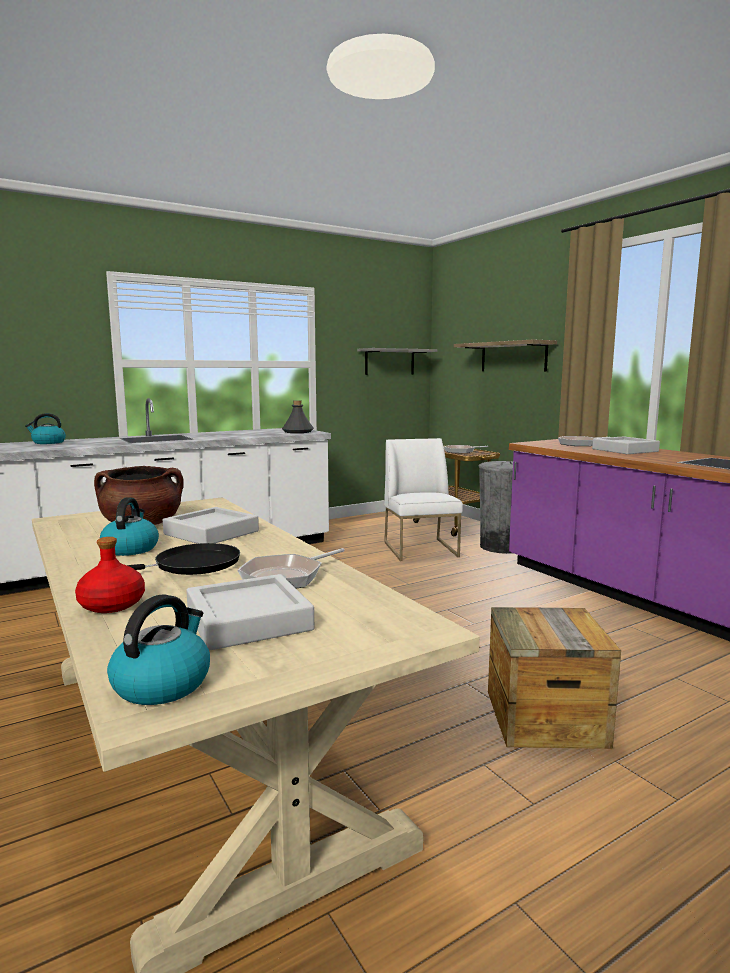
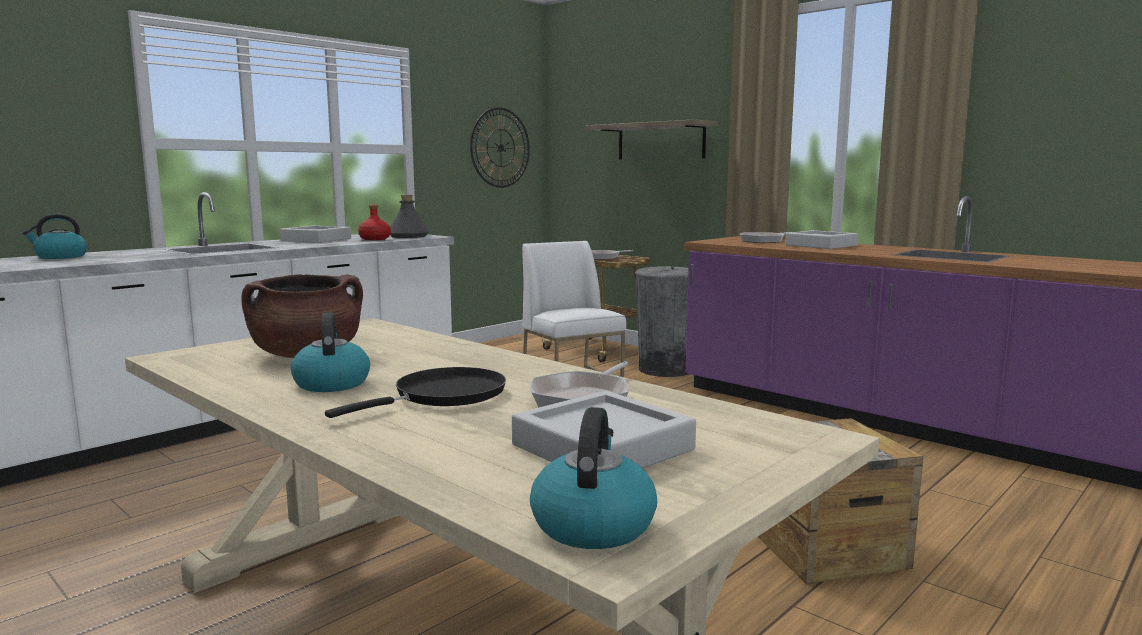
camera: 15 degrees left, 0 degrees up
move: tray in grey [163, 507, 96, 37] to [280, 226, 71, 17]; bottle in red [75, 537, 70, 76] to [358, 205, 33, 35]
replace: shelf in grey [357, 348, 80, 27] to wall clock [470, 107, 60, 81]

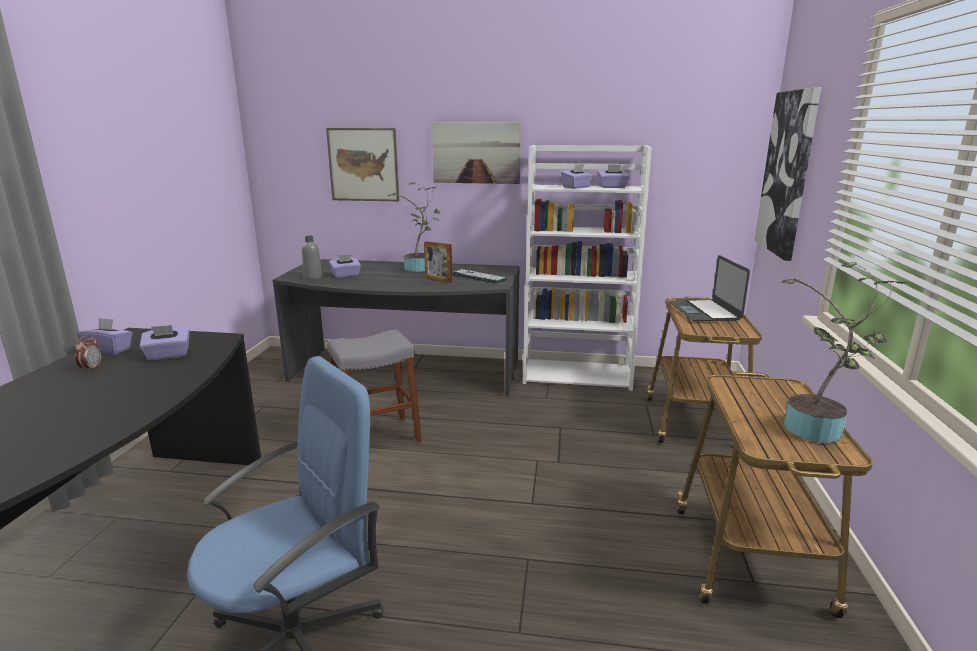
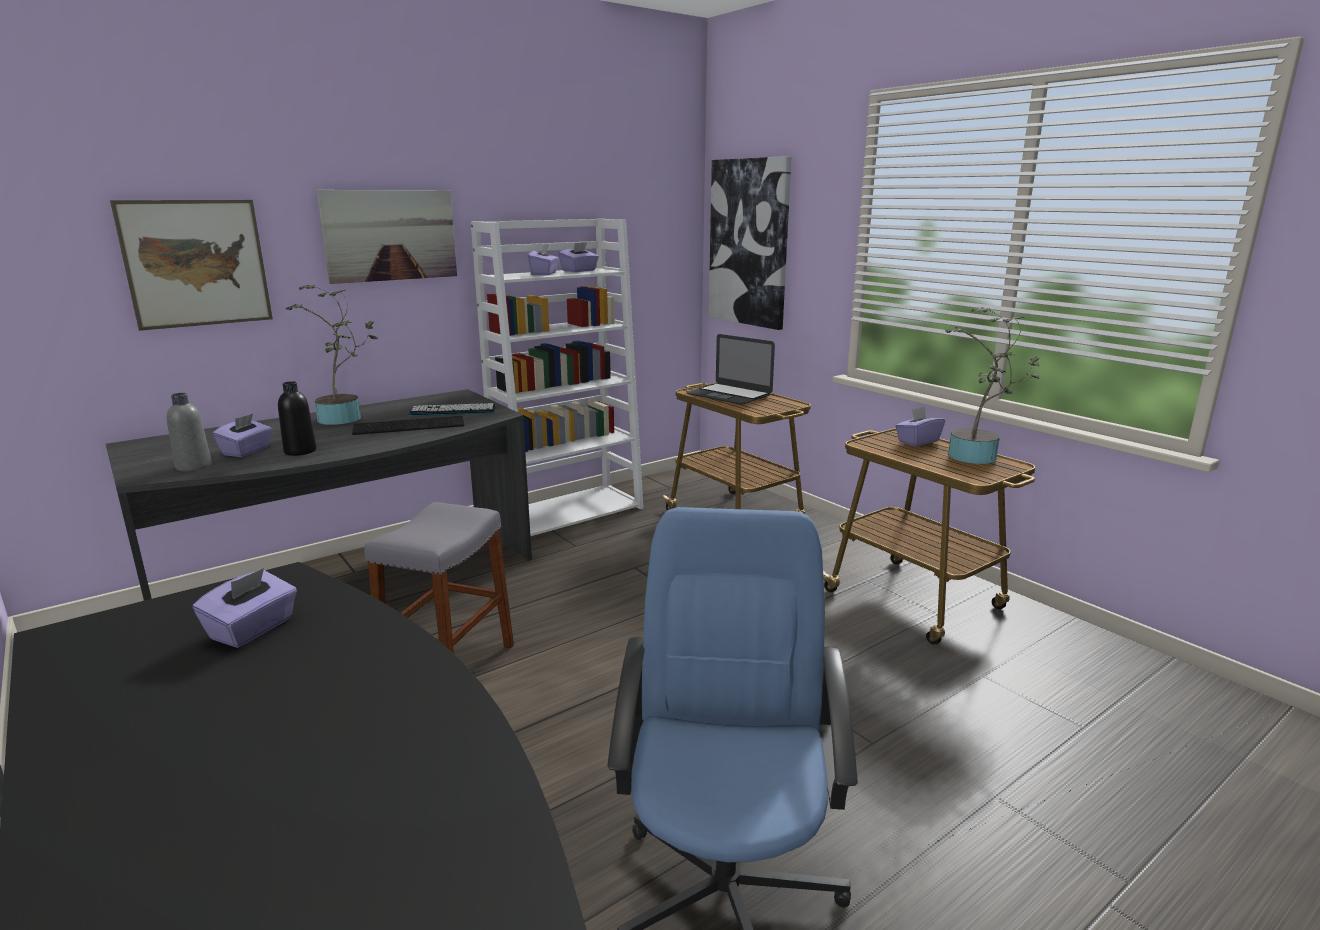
camera: 45 degrees left, 0 degrees up
delete: alarm clock [75, 335, 26, 37]
insert: bottle in black [278, 381, 38, 75]
move: tissue box in purple [77, 318, 56, 37] to [895, 407, 50, 40]
replace: picture frame [424, 242, 28, 41] to keyboard [352, 416, 112, 19]

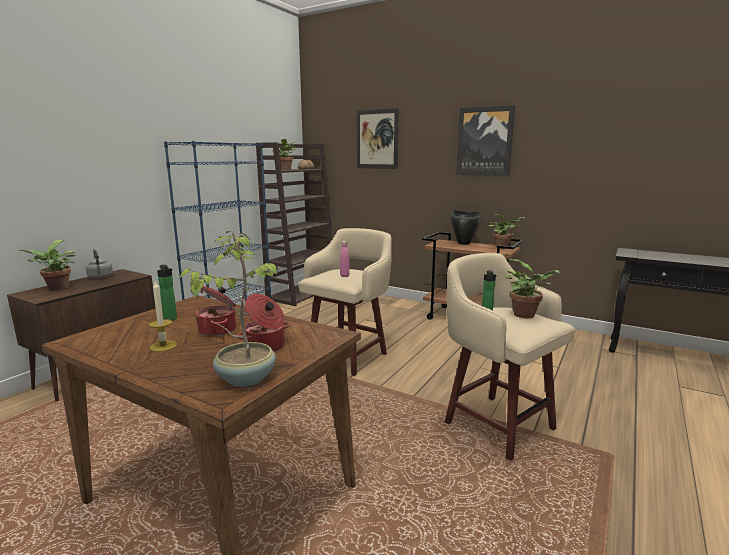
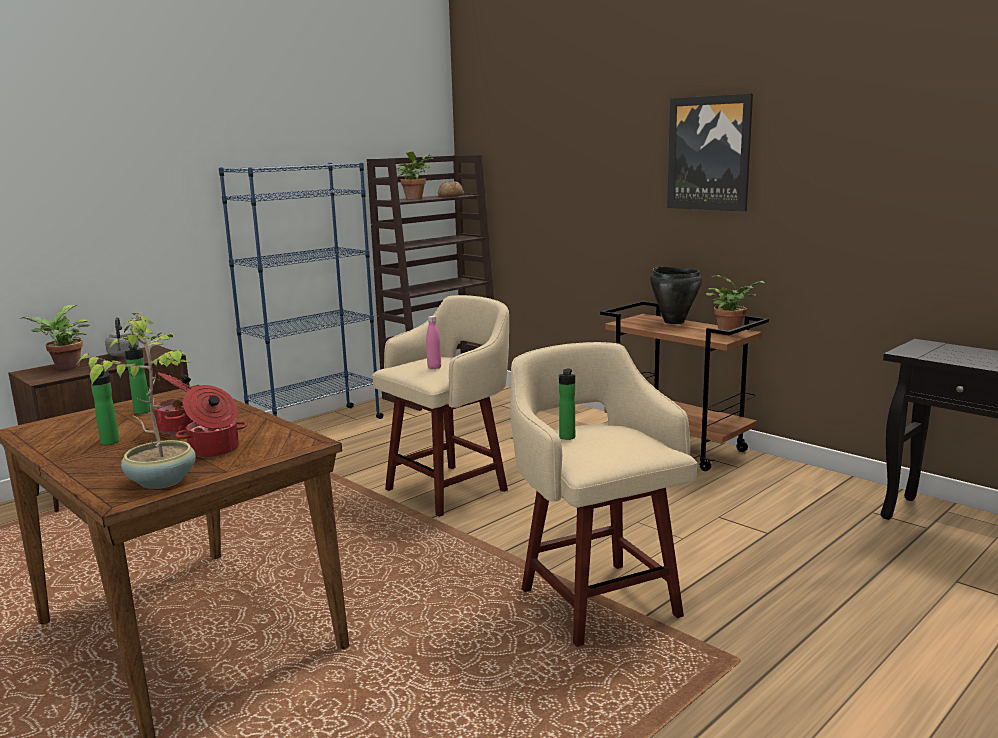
camera: 15 degrees right, 0 degrees up
delete: picture [357, 108, 42, 61]; potted plant [505, 259, 55, 59]
replace: candle [149, 282, 28, 70] to bottle [89, 370, 30, 75]

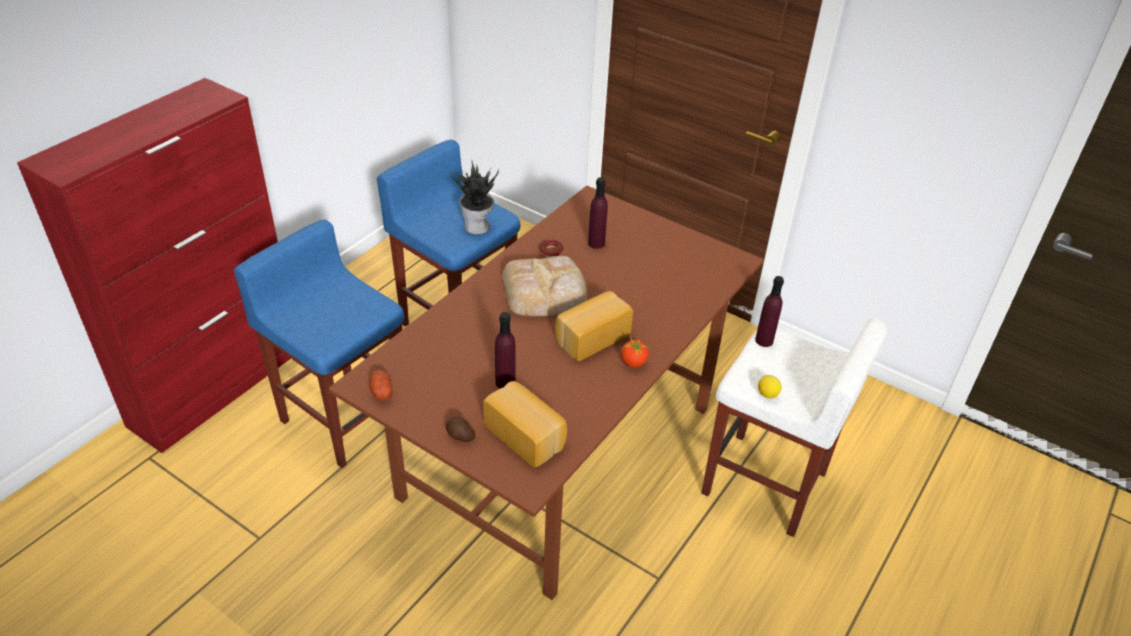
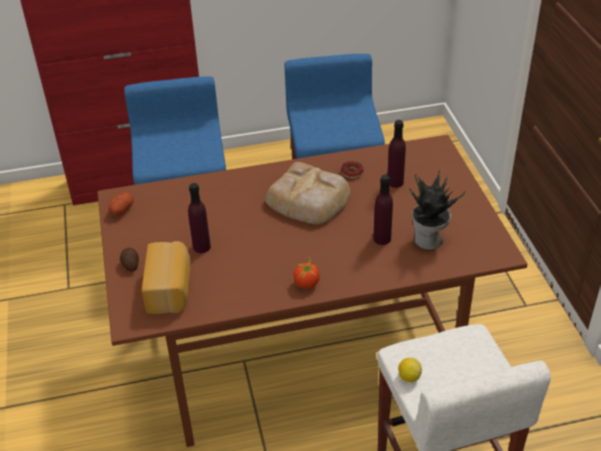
camera: 45 degrees right, 0 degrees up
delete: bread [555, 291, 78, 70]
move: potted plant [450, 159, 49, 75] to [409, 169, 56, 81]; bottle in purple [755, 276, 29, 71] to [373, 175, 20, 70]

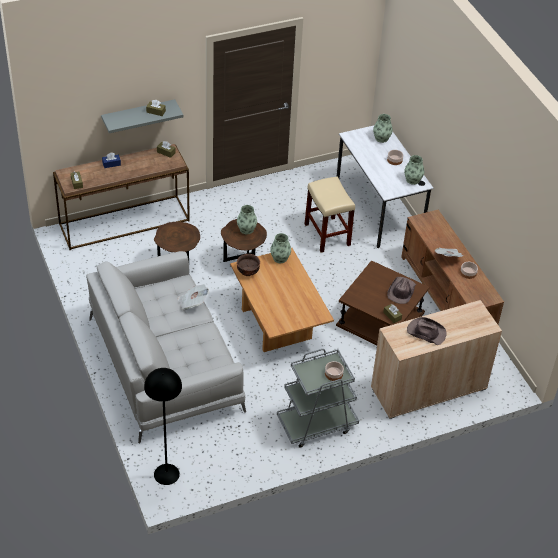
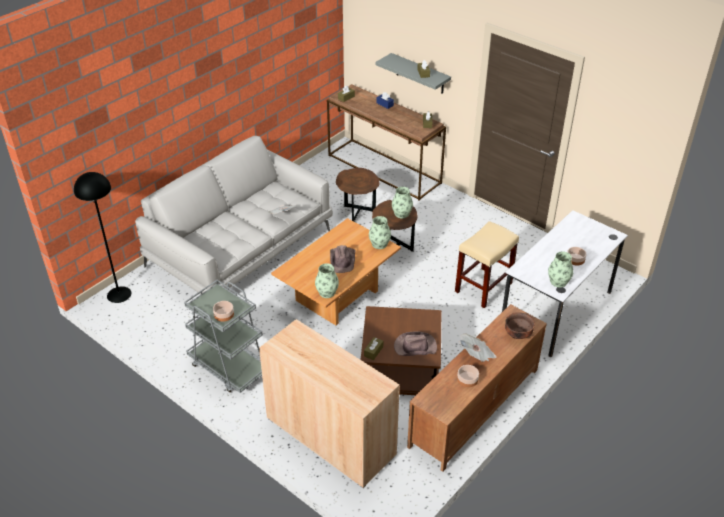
camera: 65 degrees right, 5 degrees down
move: vase [373, 114, 20, 29] to [315, 263, 24, 35]; bowl in brown [237, 254, 23, 22] to [505, 312, 30, 27]; hat in brown [407, 317, 40, 28] to [330, 245, 26, 28]

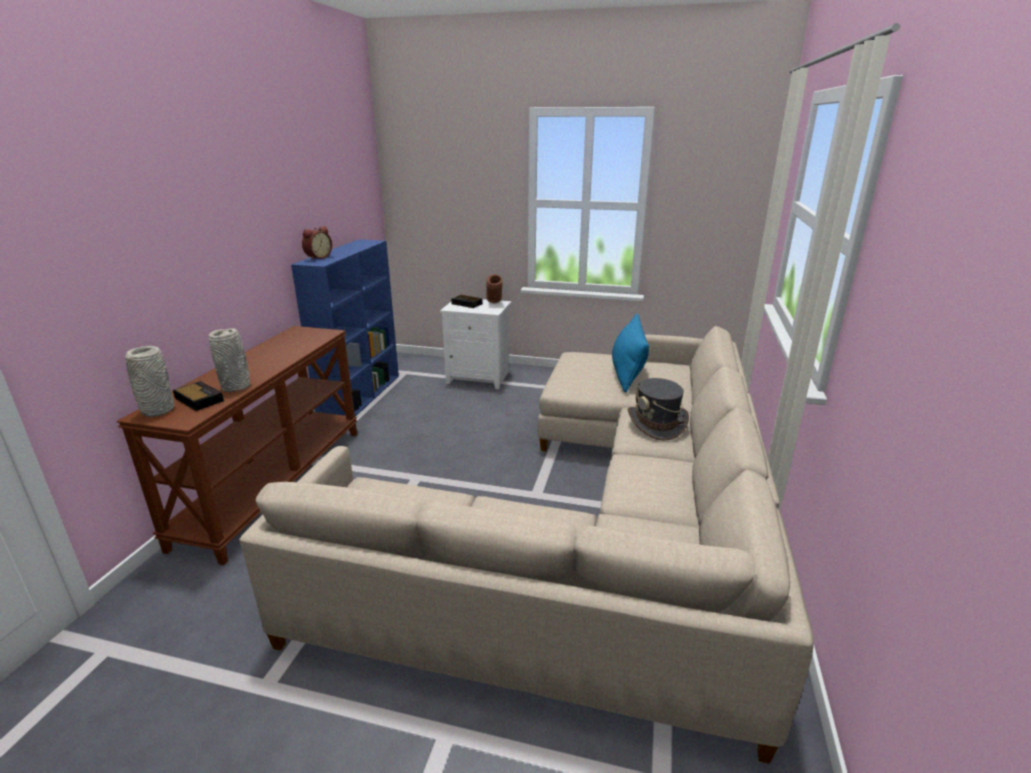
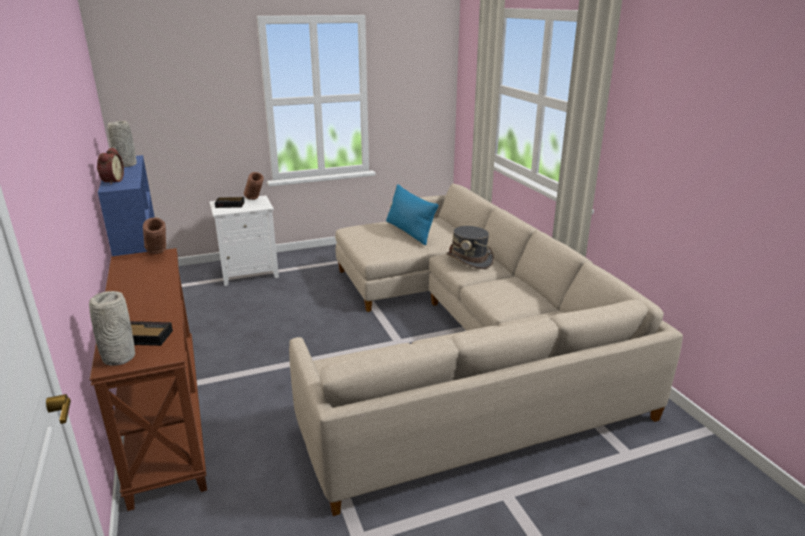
camera: 35 degrees left, 0 degrees up
insert: vase in brown [143, 217, 23, 37]
move: vase in grey [208, 328, 42, 64] to [108, 121, 29, 46]

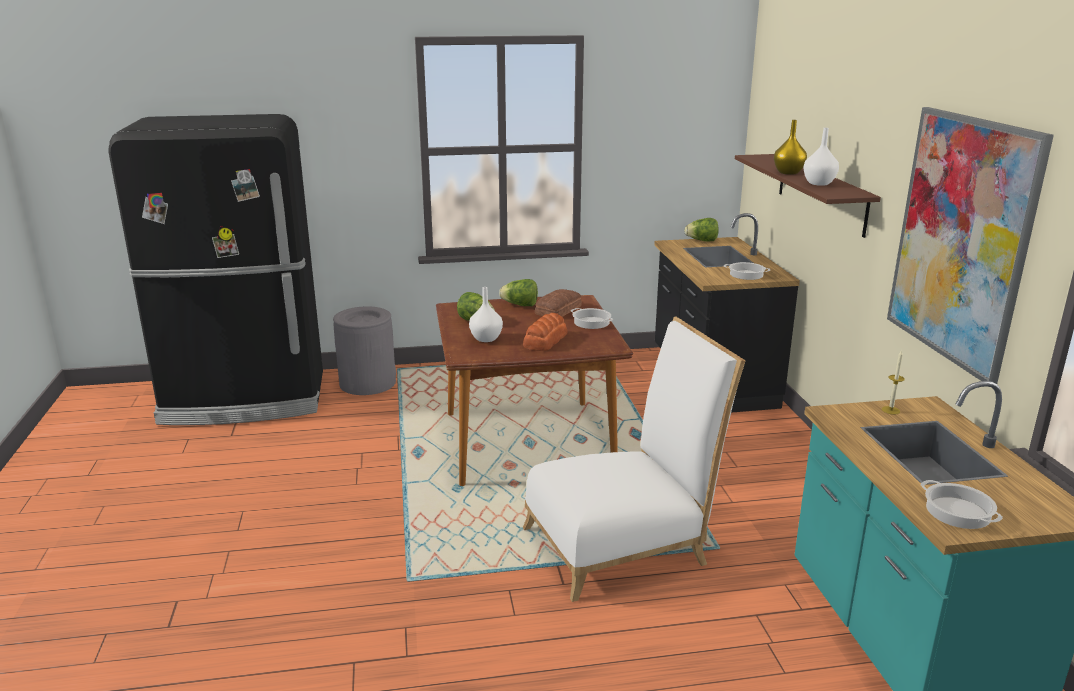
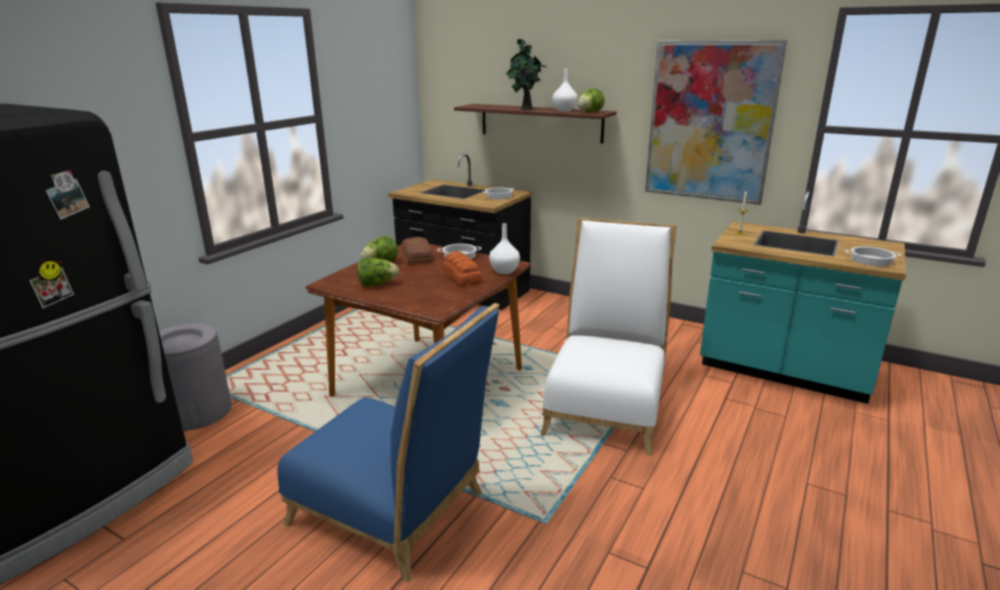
camera: 50 degrees left, 0 degrees up
insert: chair in blue [277, 303, 223, 280]
move: lettuce [685, 218, 34, 24] to [577, 89, 28, 23]; vase in white [469, 287, 34, 55] to [489, 223, 31, 51]
replace: vase in yellow [774, 120, 33, 55] to potted plant [506, 39, 40, 71]

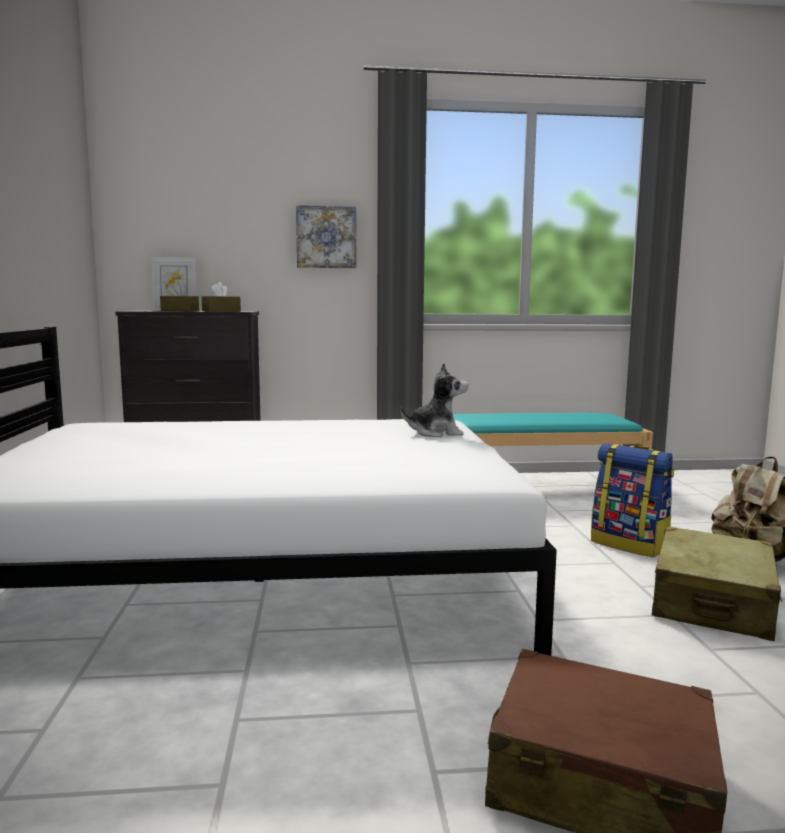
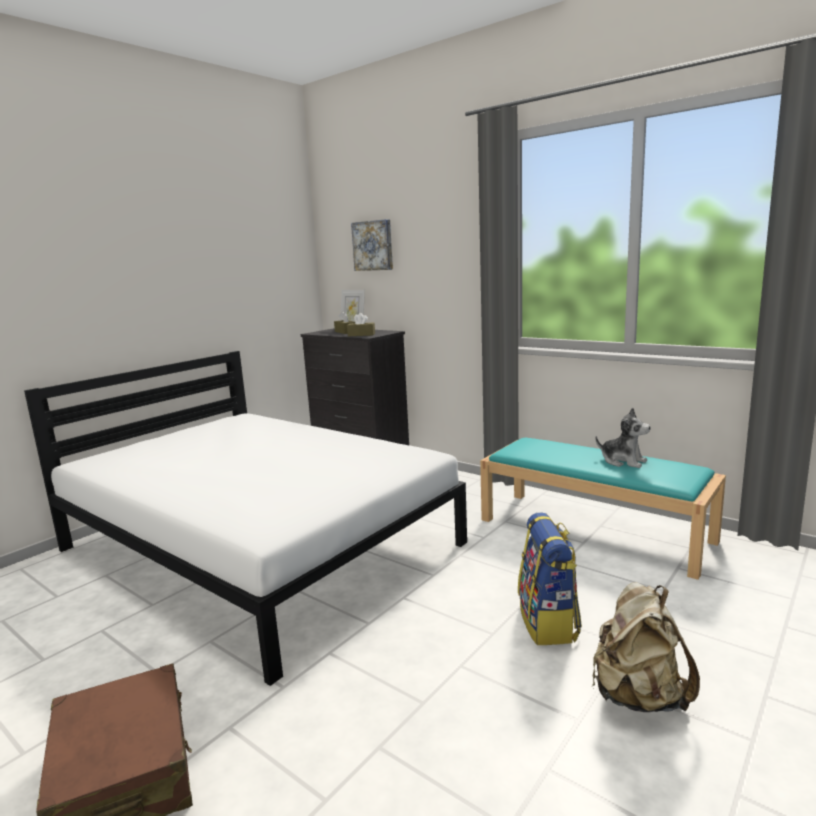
camera: 45 degrees right, 5 degrees up
delete: suitcase in beige [652, 527, 131, 114]
move: picture [296, 205, 60, 63] to [351, 219, 42, 52]; plush toy [400, 363, 68, 74] to [596, 408, 55, 60]

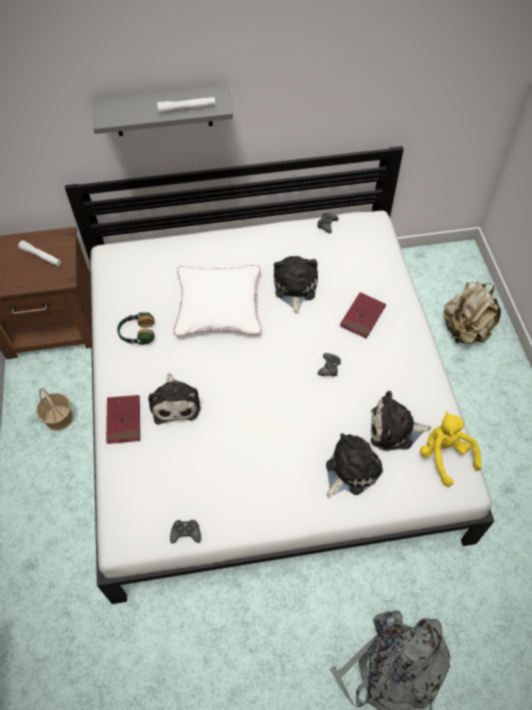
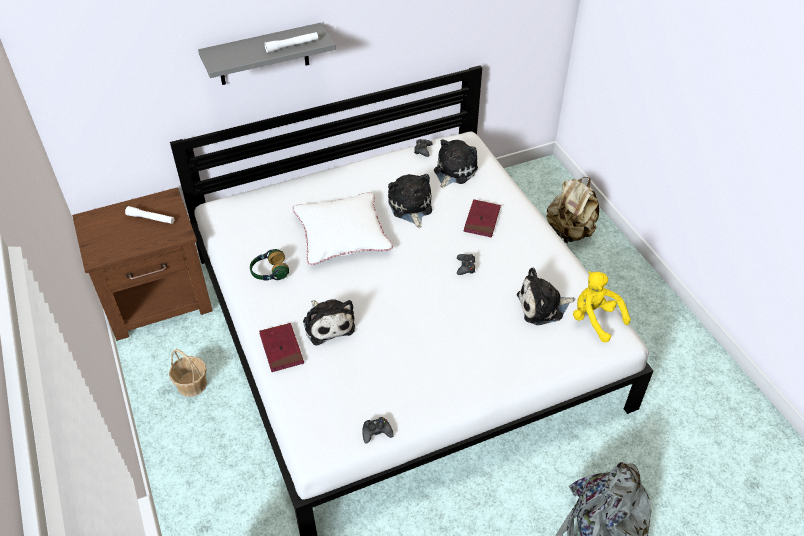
camera: 15 degrees left, 10 degrees down
move: plush toy [326, 433, 57, 65] to [434, 139, 44, 50]

